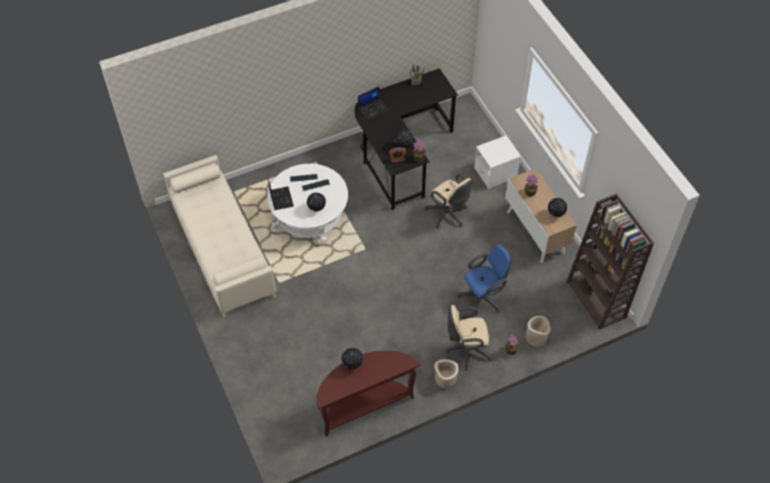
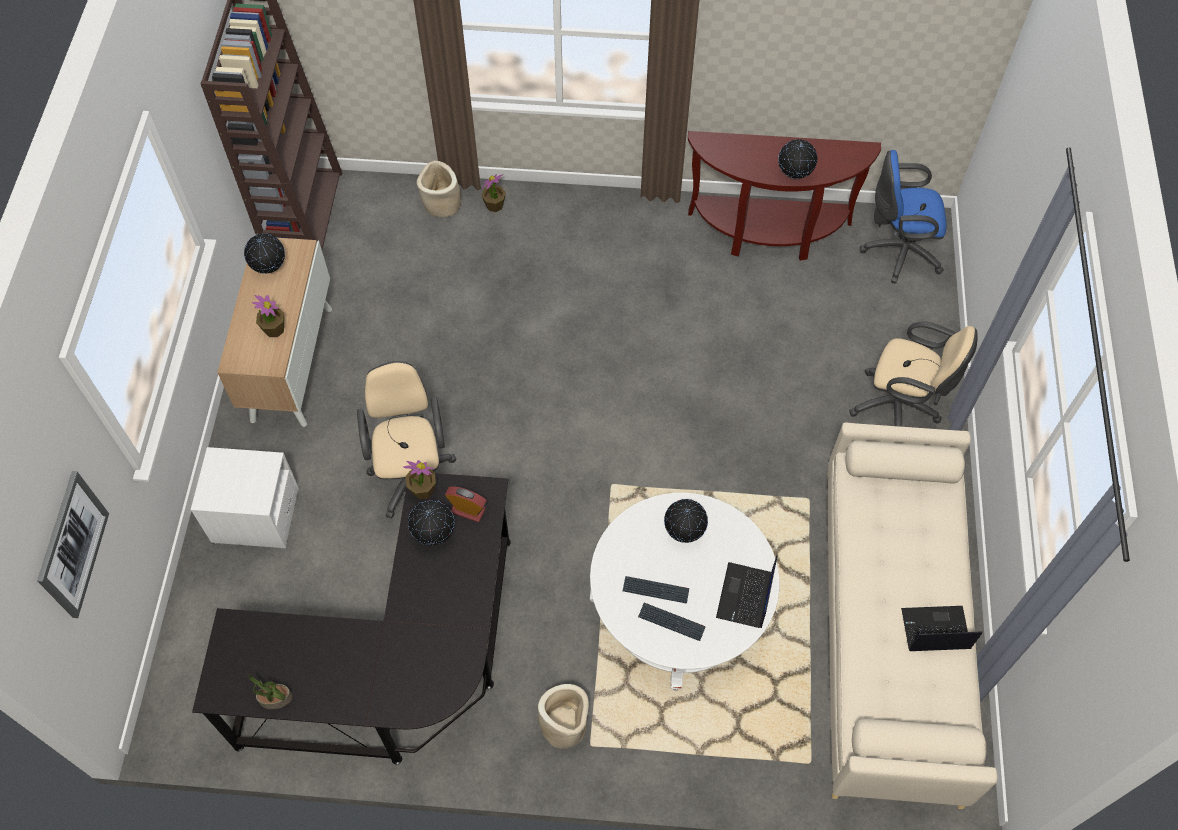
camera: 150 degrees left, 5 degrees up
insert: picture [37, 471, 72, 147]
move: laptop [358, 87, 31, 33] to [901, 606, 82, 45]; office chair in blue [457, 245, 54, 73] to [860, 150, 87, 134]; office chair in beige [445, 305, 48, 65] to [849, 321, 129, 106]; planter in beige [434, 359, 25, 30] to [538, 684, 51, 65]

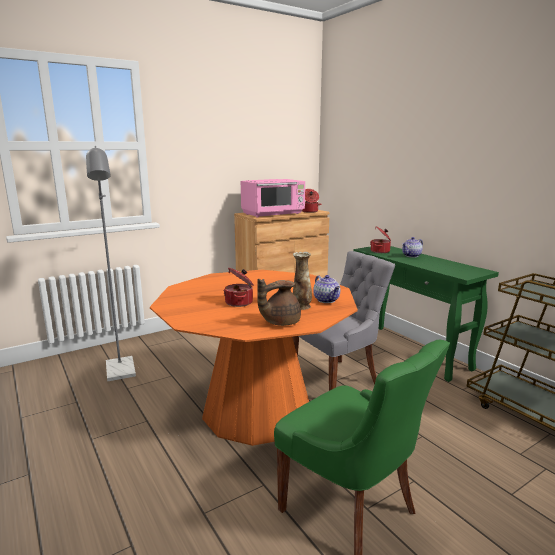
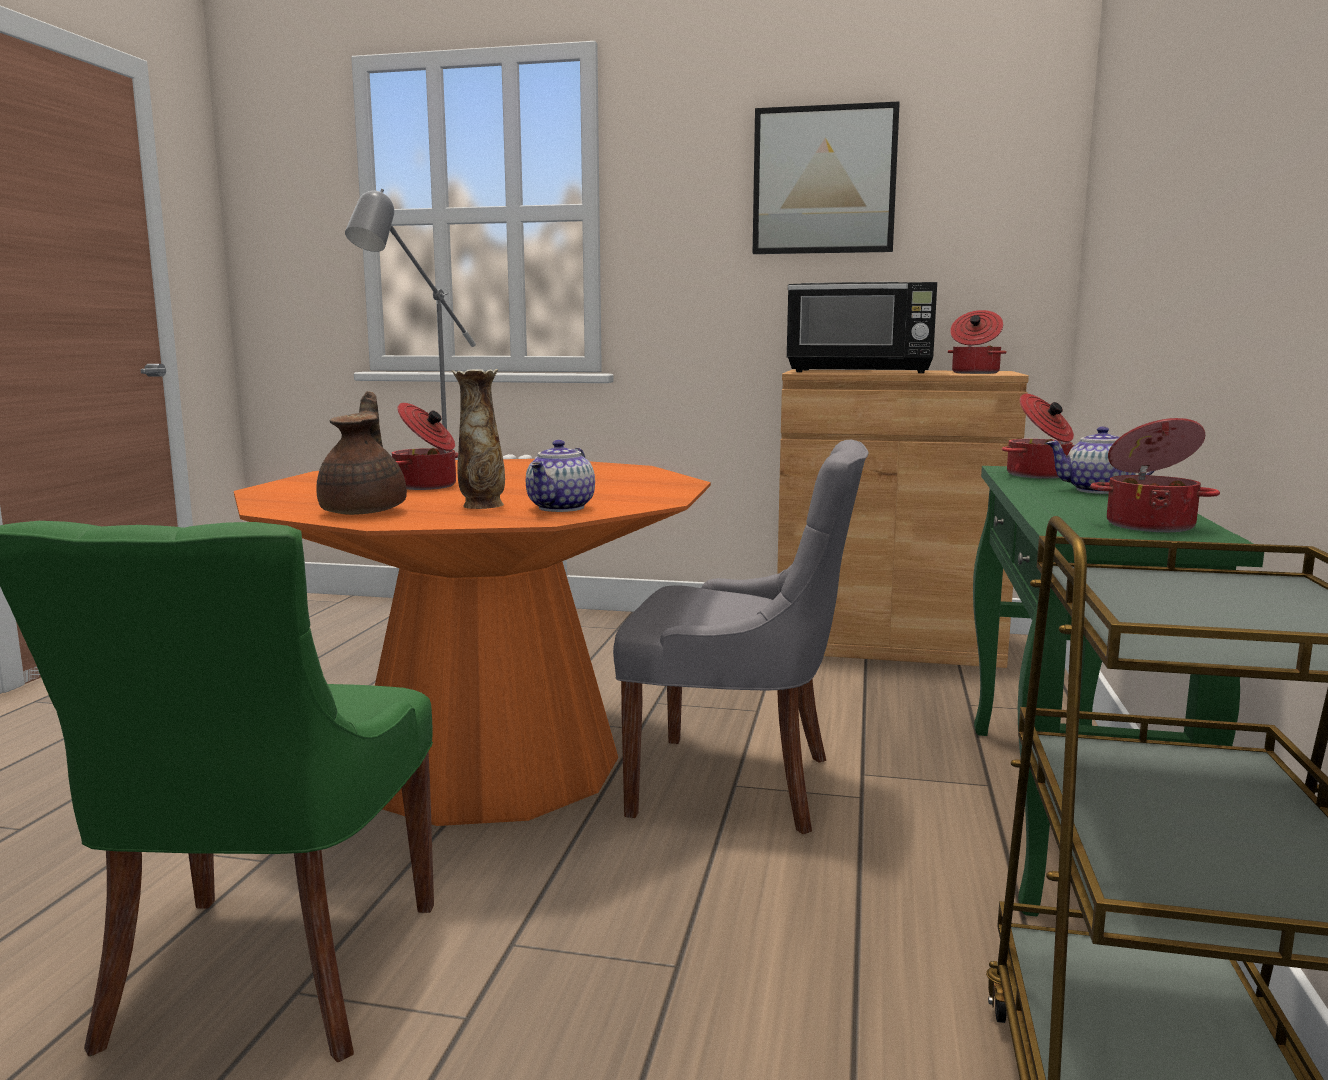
camera: 45 degrees right, 5 degrees down
insert: picture [752, 101, 148, 153]; cooking pot [1090, 418, 130, 114]
recolor: microwave in pink [241, 179, 64, 39] to microwave in black [786, 282, 151, 91]
rotate: teapot in brown [257, 279, 44, 47] = [316, 391, 91, 124] 75 degrees clockwise

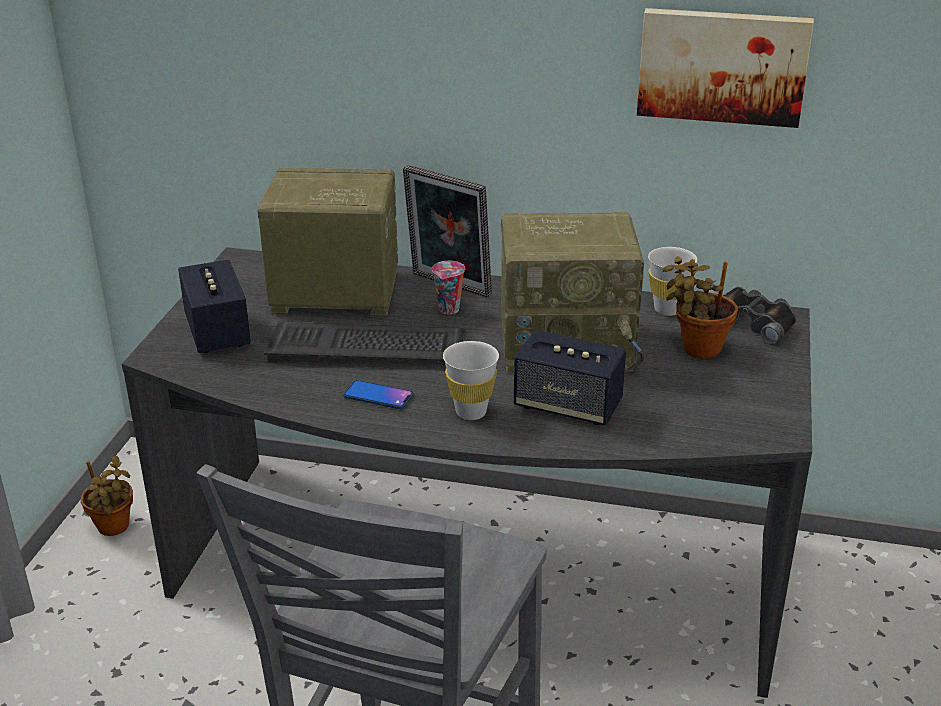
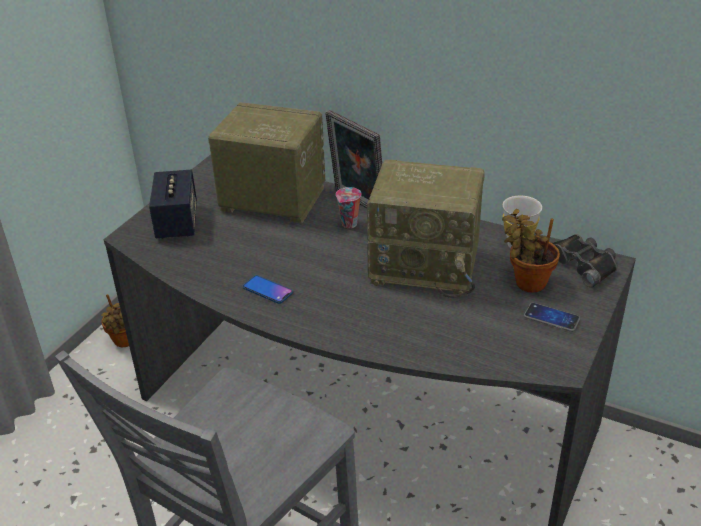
camera: 15 degrees right, 5 degrees up
delete: picture [637, 8, 177, 120]; keyboard [264, 322, 202, 41]; speaker [514, 330, 112, 96]; cup in white [443, 341, 56, 79]
insert: phone [524, 303, 56, 29]

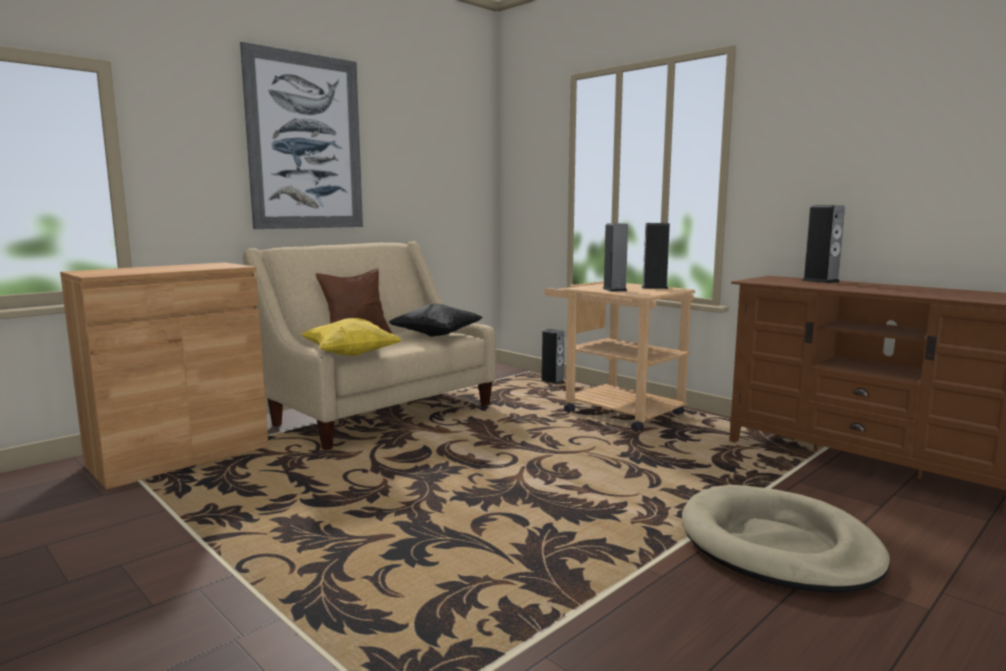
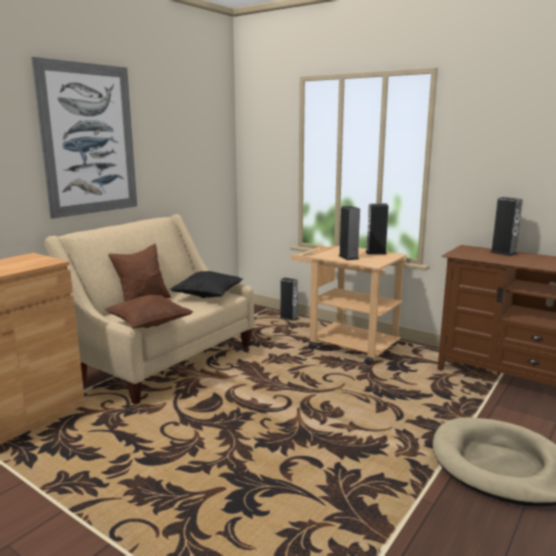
camera: 10 degrees left, 5 degrees up
recolor: pillow in yellow [301, 318, 101, 38] to pillow in brown [104, 295, 89, 34]

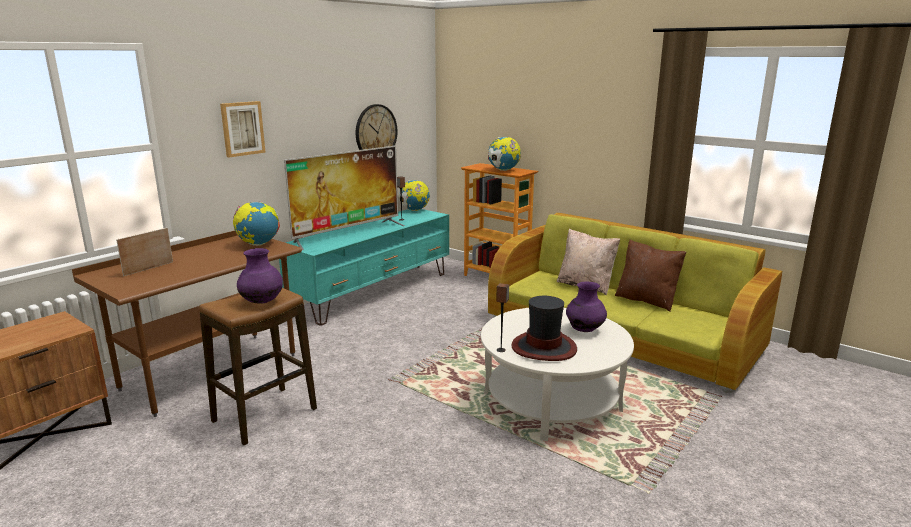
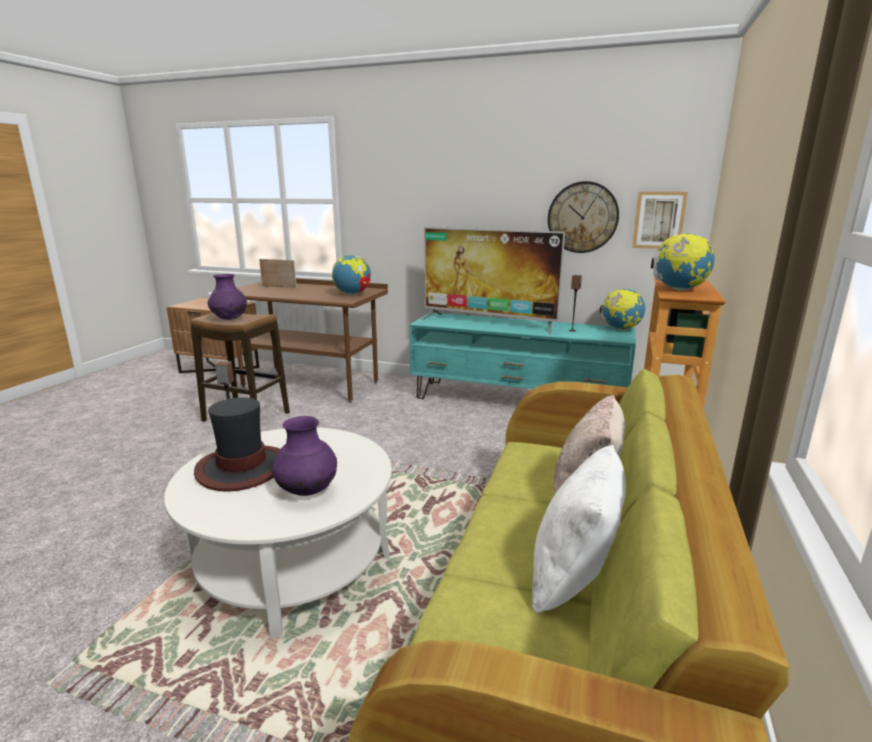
camera: 70 degrees right, 0 degrees up
move: picture [220, 101, 45, 56] to [632, 192, 56, 57]
recolor: pillow in brown [615, 240, 71, 72] to pillow in white [532, 445, 94, 168]

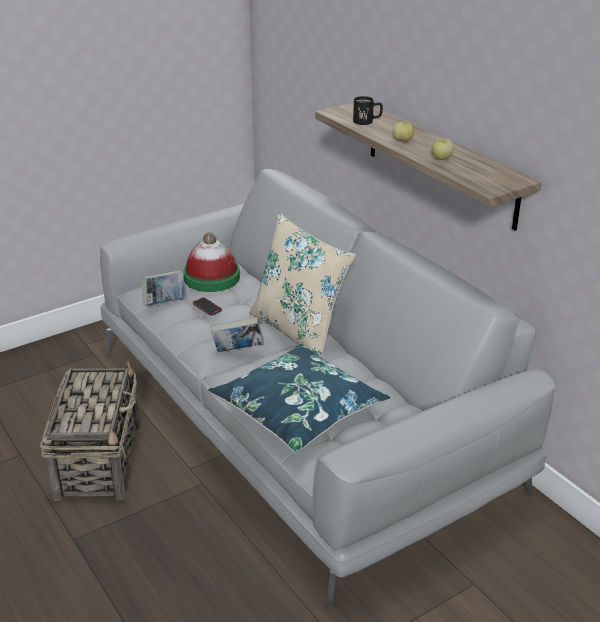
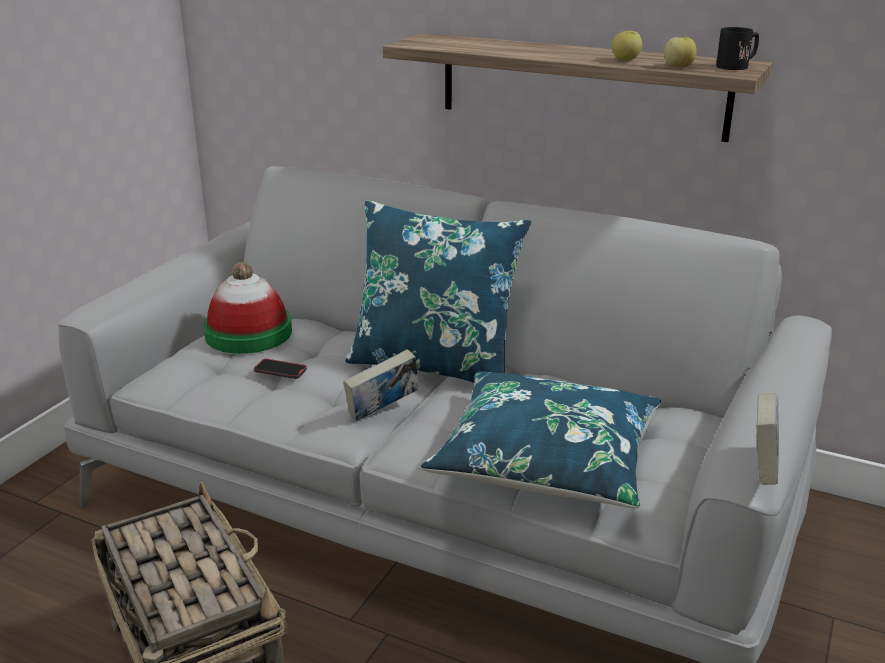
camera: 30 degrees left, 5 degrees down
move: mug in black [353, 96, 30, 29] to [716, 27, 43, 43]; apple [393, 122, 21, 20] to [664, 37, 33, 30]; book [142, 270, 42, 36] to [756, 393, 23, 92]
recolor: pillow in beige [249, 213, 107, 145] to pillow in blue [345, 200, 186, 183]

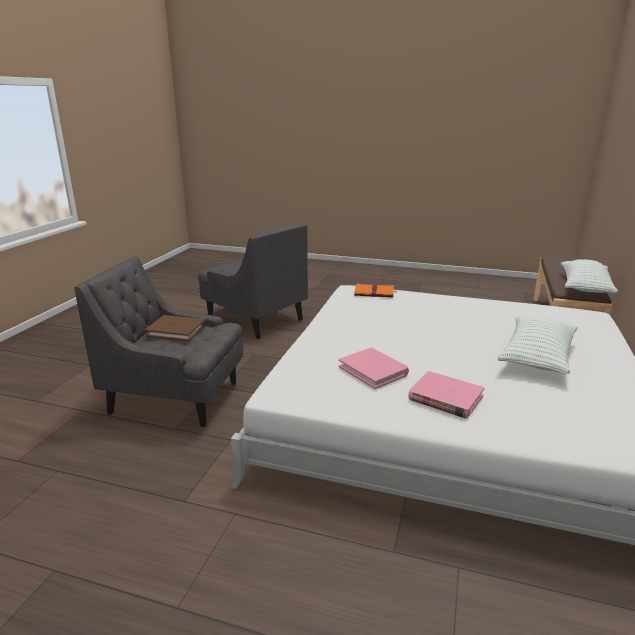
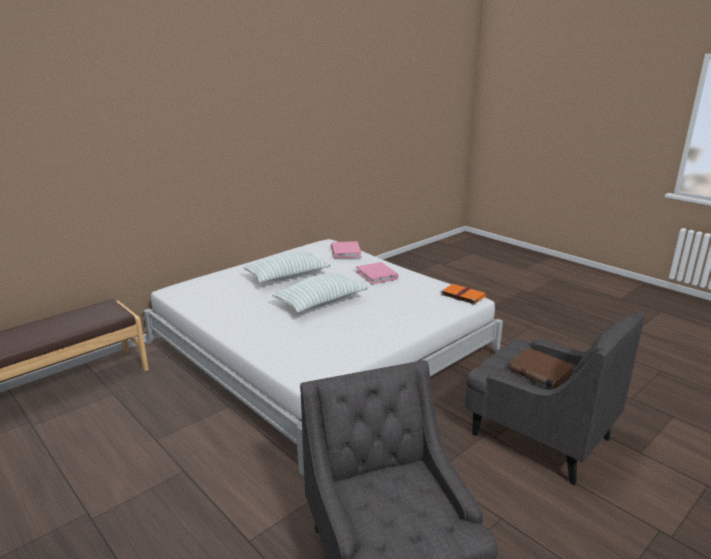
camera: 150 degrees left, 0 degrees up
move: pillow [561, 259, 57, 34] to [272, 273, 96, 40]; book in orange [354, 284, 43, 14] to [440, 284, 46, 21]; book in pink [339, 347, 70, 42] to [331, 241, 30, 18]

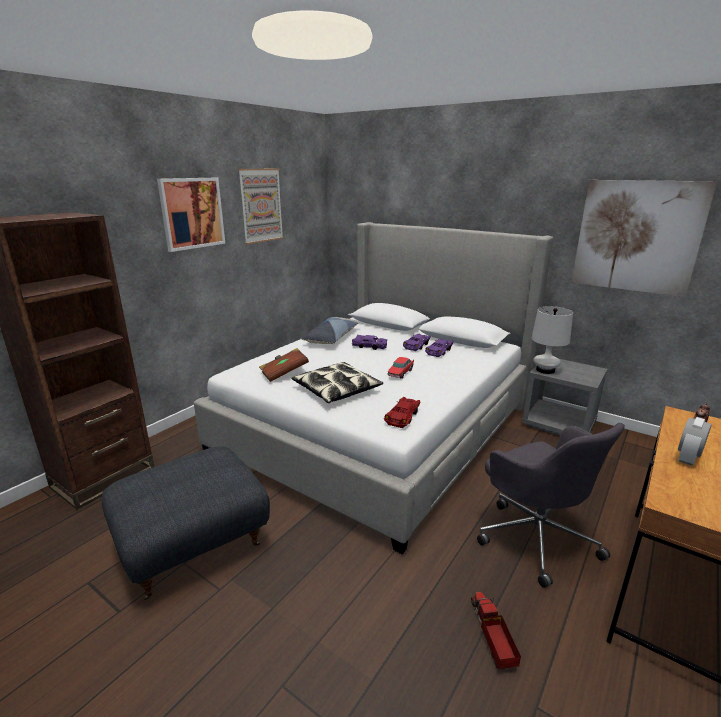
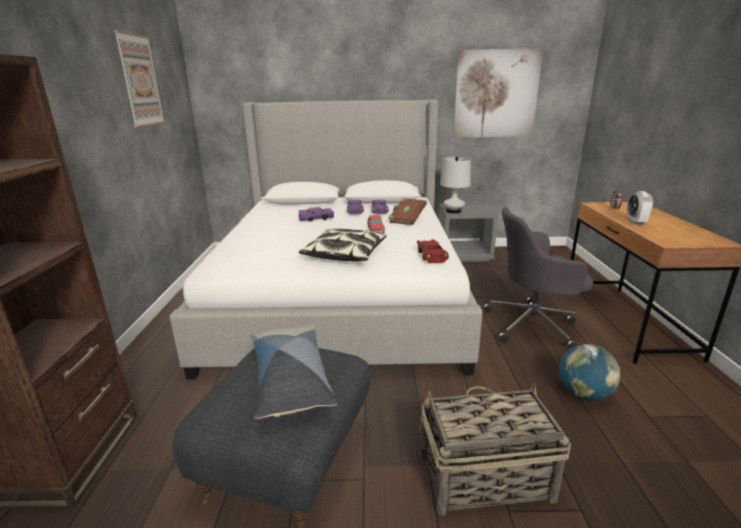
camera: 35 degrees left, 0 degrees up
delete: picture [157, 178, 68, 74]
insert: basket [419, 383, 152, 133]
move: pillow [300, 317, 60, 27] to [251, 324, 86, 95]; book in brown [259, 348, 50, 34] to [388, 198, 39, 27]
replace: toy truck [471, 592, 50, 77] to globe [559, 344, 61, 56]
rotate: office chair in grey [477, 423, 148, 165] = [483, 207, 110, 142] 150 degrees clockwise

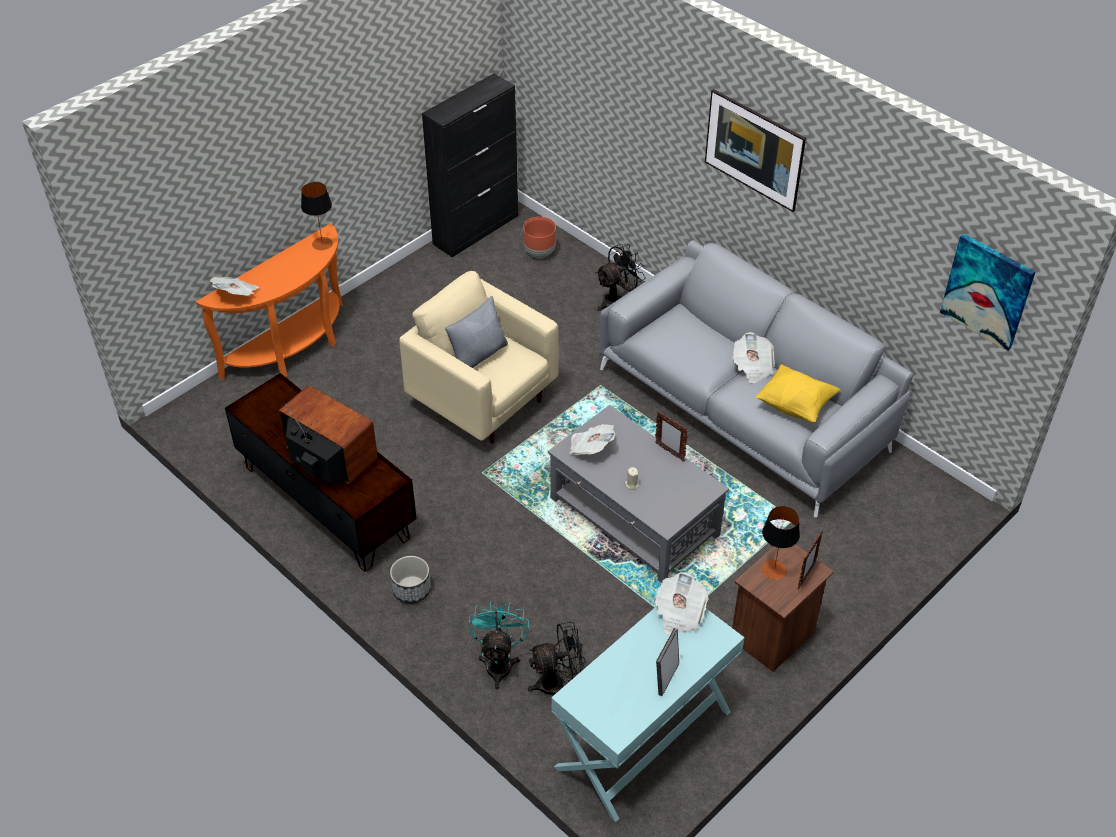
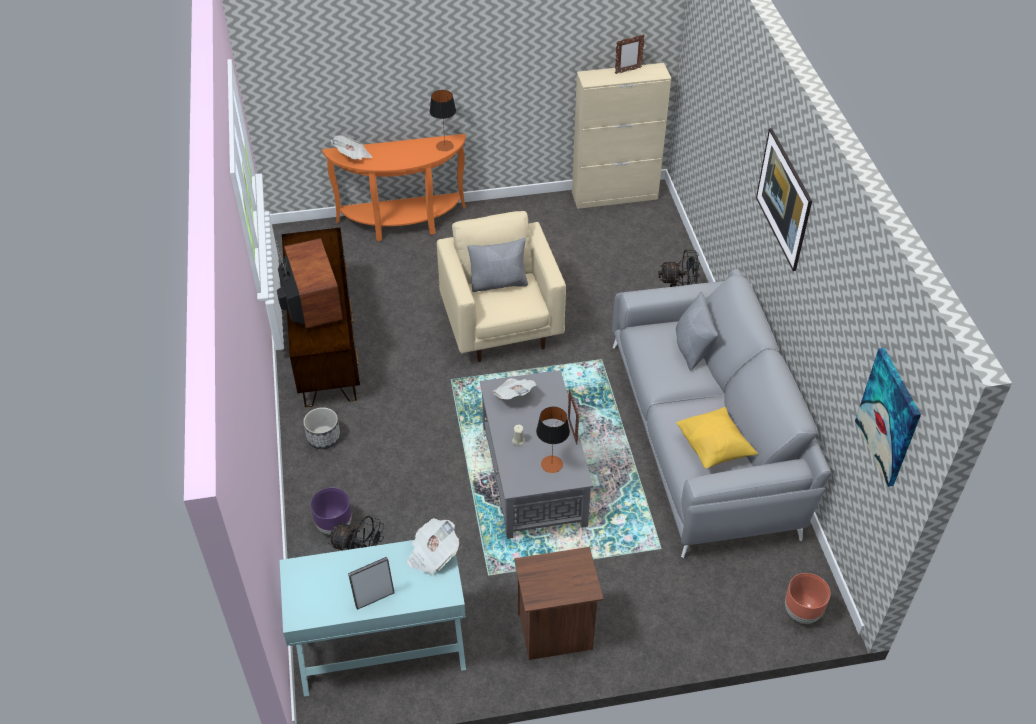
camera: 35 degrees right, 0 degrees up
delete: newspaper [733, 332, 42, 51]
insert: pillow in grey [676, 291, 42, 80]
move: planter in brown [523, 217, 33, 41] to [785, 573, 46, 51]; table lamp [762, 506, 38, 74] to [536, 407, 34, 66]; picture frame [798, 531, 25, 59] to [615, 34, 30, 40]
replace: fan in turquoise [468, 601, 61, 88] to planter in purple [310, 488, 42, 47]
recolor: cabinet in black [422, 74, 96, 183] to cabinet in beige [572, 63, 99, 146]

